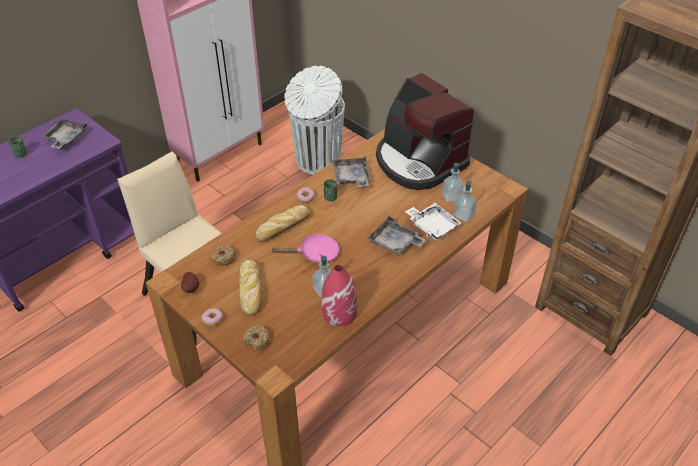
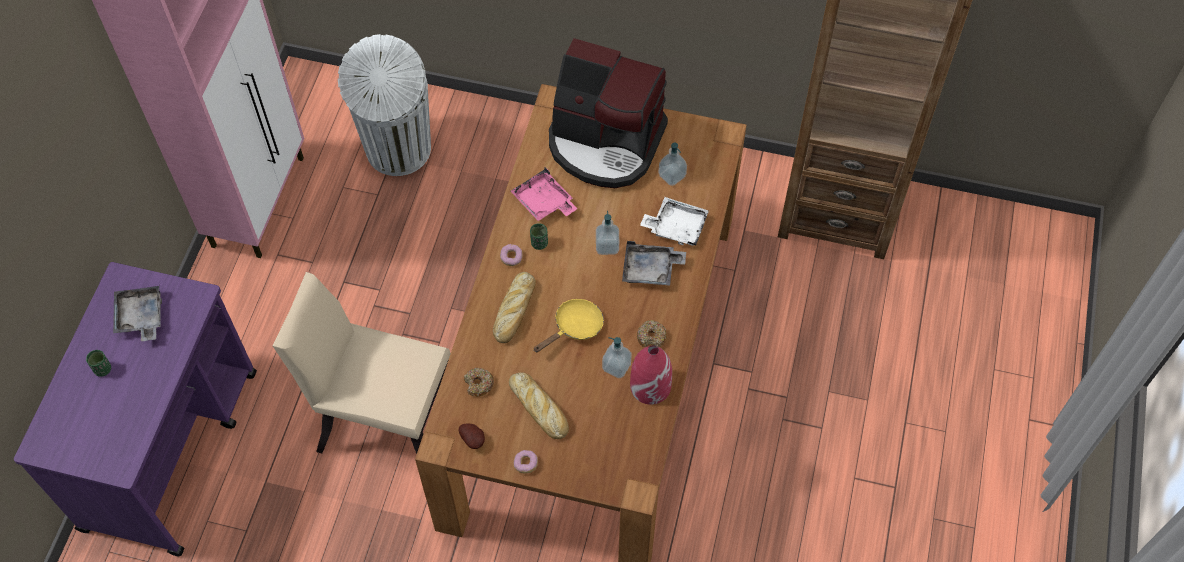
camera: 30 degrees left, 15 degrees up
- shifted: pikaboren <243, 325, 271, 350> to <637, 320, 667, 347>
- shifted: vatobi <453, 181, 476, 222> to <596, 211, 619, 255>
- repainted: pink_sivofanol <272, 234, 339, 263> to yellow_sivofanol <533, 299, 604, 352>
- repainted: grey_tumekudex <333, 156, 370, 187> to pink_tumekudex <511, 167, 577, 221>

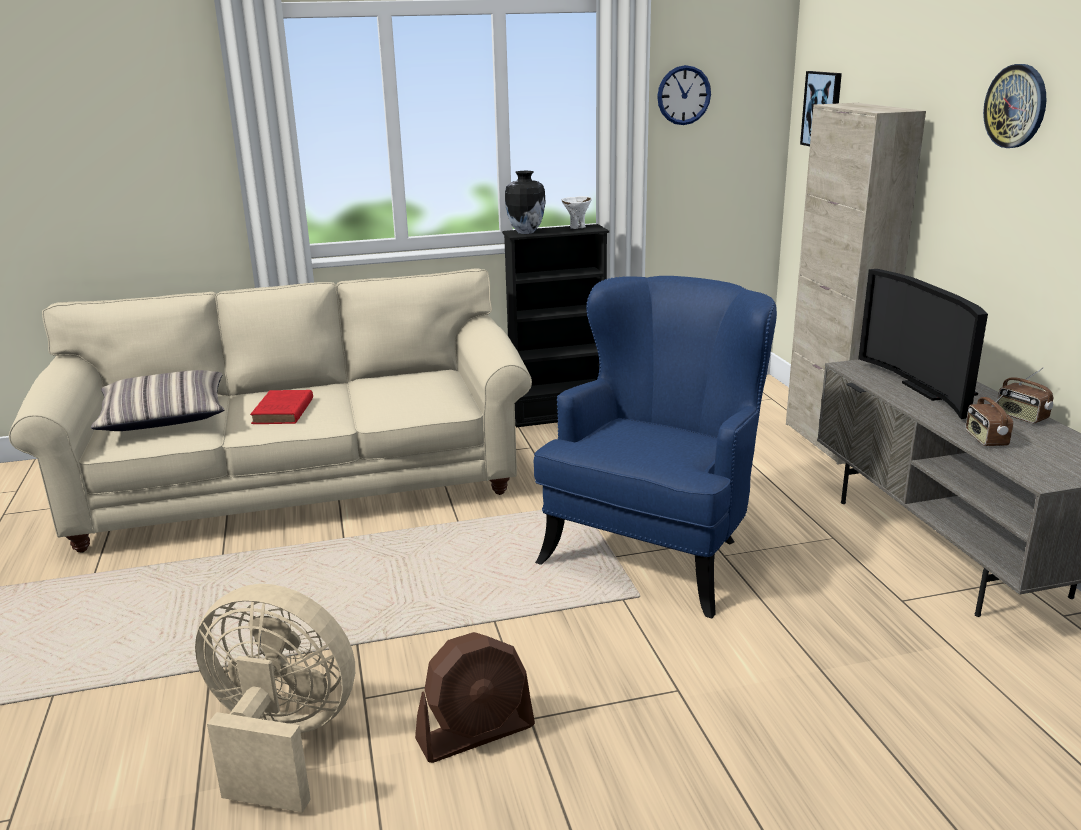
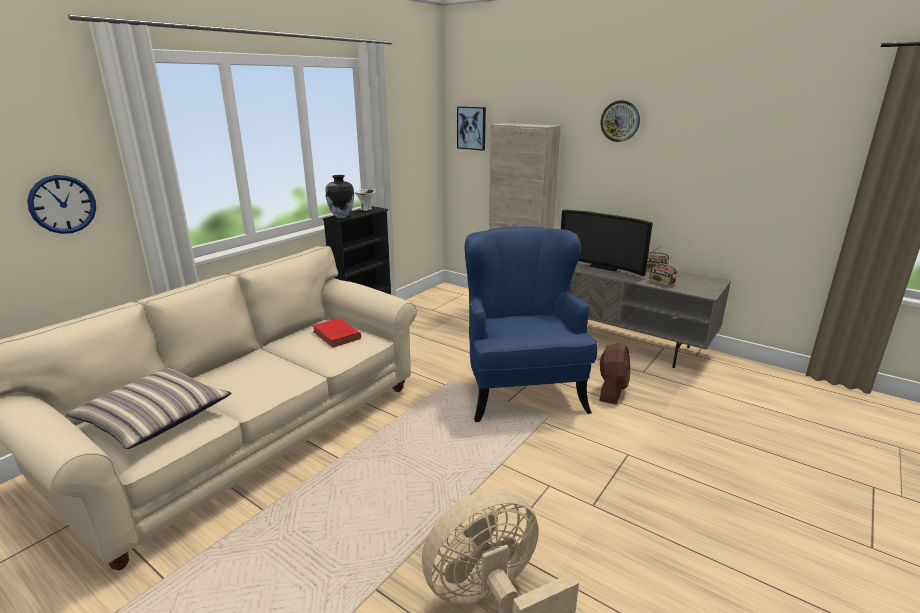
camera: 40 degrees left, 0 degrees up
- shifted: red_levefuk <250, 390, 313, 424> to <313, 318, 361, 347>
- shifted: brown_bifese <415, 632, 535, 763> to <599, 343, 630, 405>
- shifted: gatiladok <657, 65, 711, 125> to <27, 175, 96, 234>

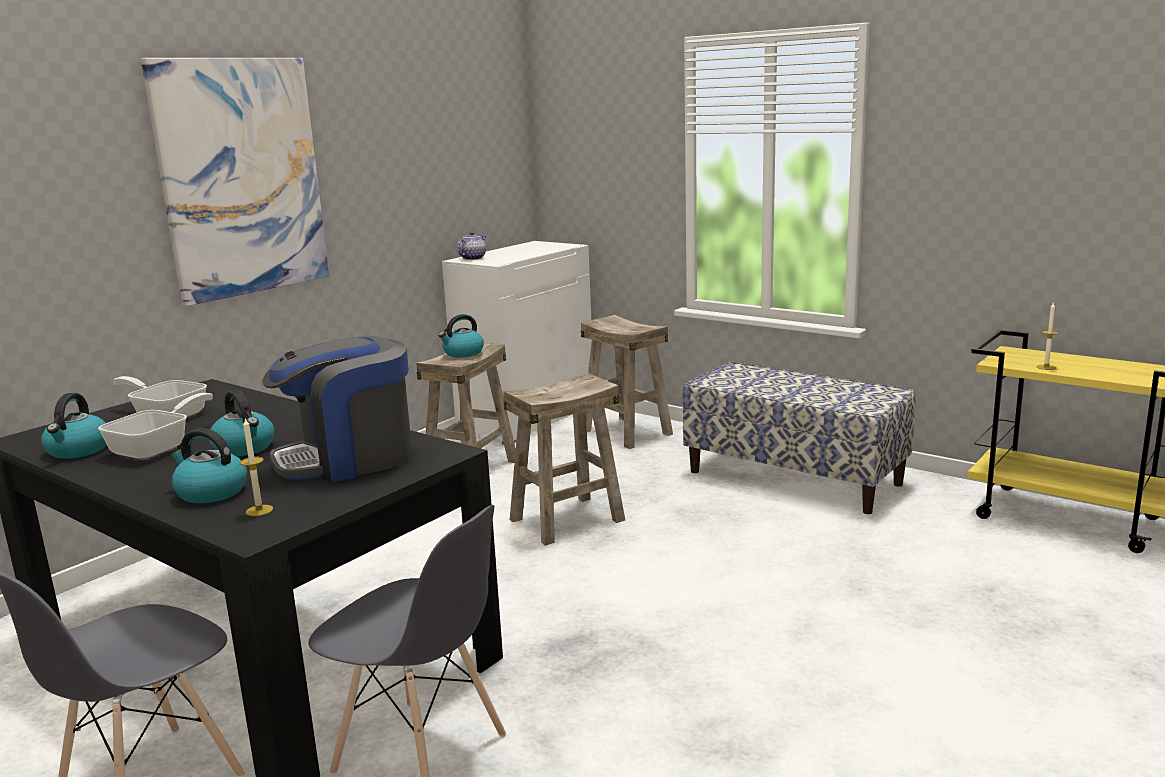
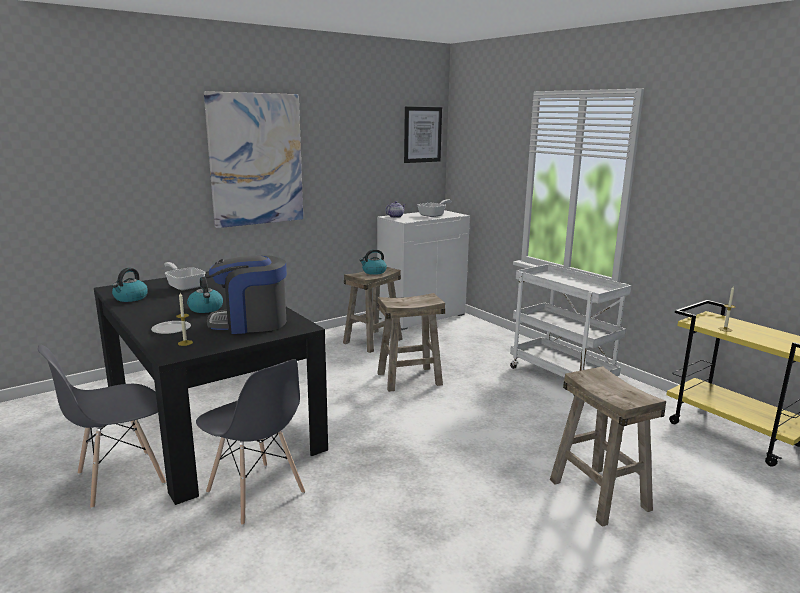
camera: 15 degrees right, 0 degrees up
- new: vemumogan <404, 107, 442, 163>
- shifted: sivofanol <98, 393, 213, 460> to <417, 199, 452, 217>
- shifted: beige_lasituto <581, 315, 673, 449> to <550, 366, 666, 527>
- swapped: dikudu <169, 428, 247, 503> to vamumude <151, 321, 191, 334>
- swapped: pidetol <682, 362, 915, 514> to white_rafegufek <510, 264, 631, 395>

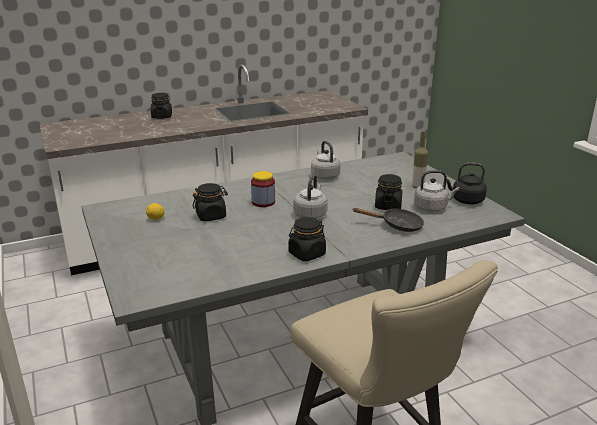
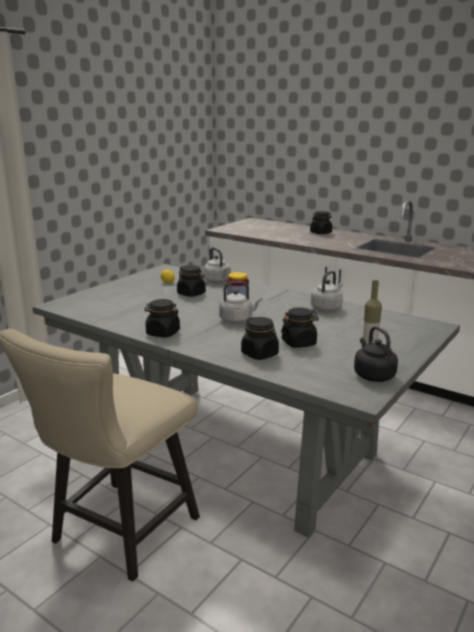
camera: 60 degrees right, 5 degrees down
- shifted: grey_dikudu <414, 170, 459, 212> to <203, 247, 231, 283>
- swapped: black_sivofanol <352, 208, 424, 232> to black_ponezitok <241, 317, 279, 360>

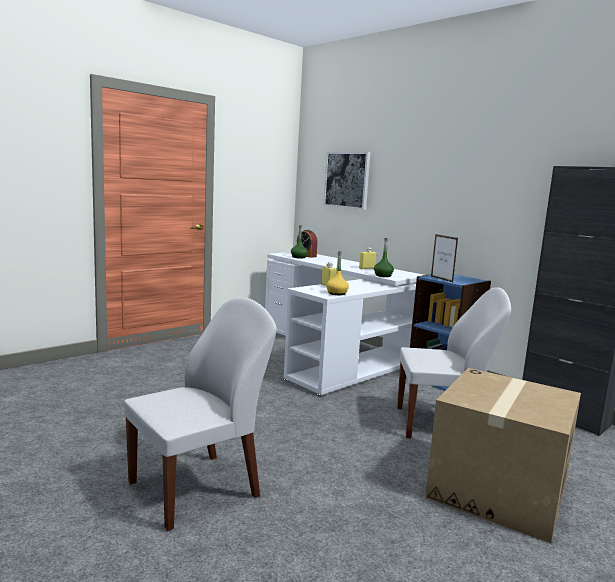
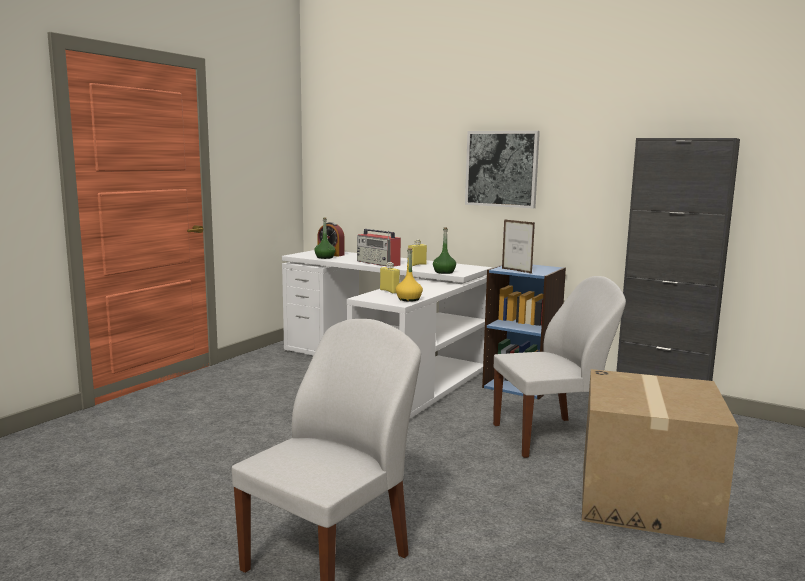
camera: 15 degrees left, 0 degrees up
- new: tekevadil <357, 229, 401, 267>
- shifted: vemumogan <323, 152, 370, 210> to <465, 131, 540, 208>

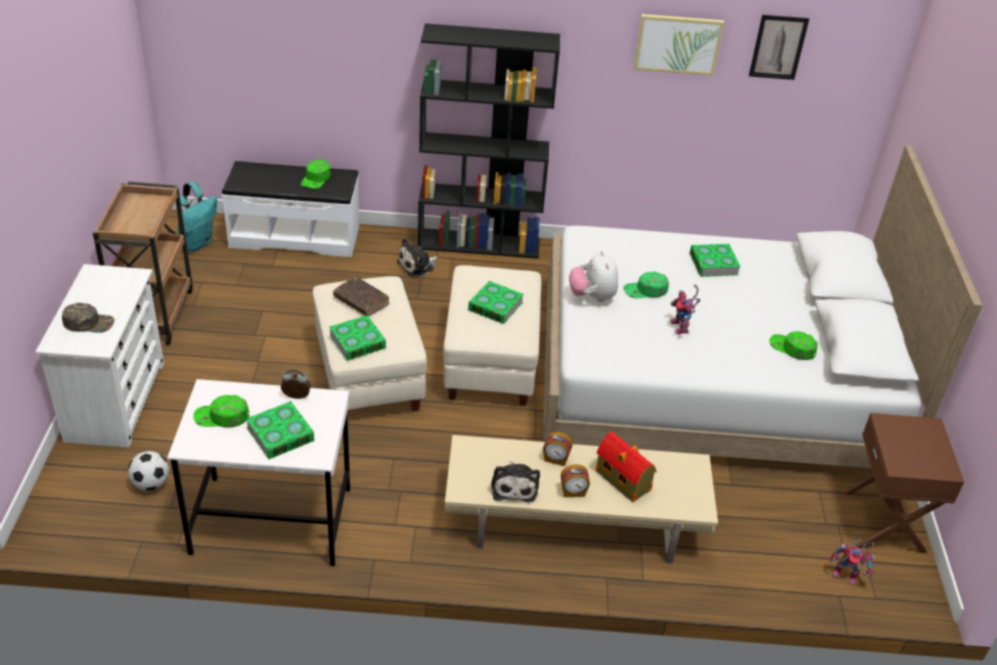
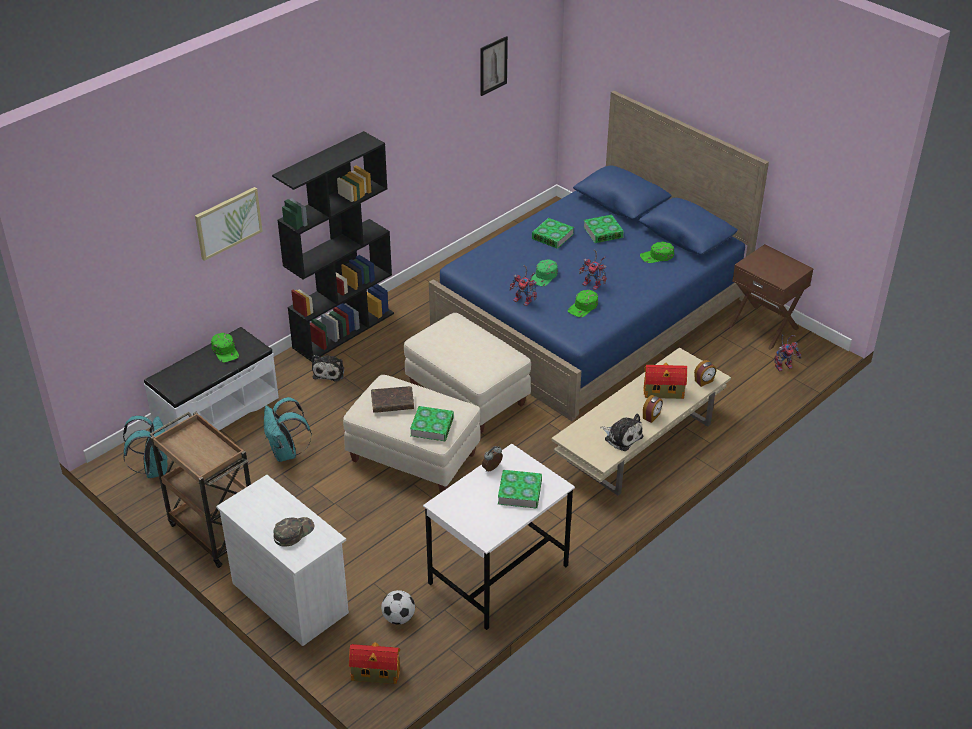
camera: 45 degrees left, 0 degrees up
- new: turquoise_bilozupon <264, 397, 312, 462>
- new: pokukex <349, 642, 400, 684>
- shifted: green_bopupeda <193, 395, 249, 427> to <568, 290, 598, 317>
- shifted: levefuk <468, 281, 524, 324> to <583, 215, 624, 243>
- shifted: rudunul <543, 432, 573, 466> to <694, 360, 717, 387>
- shifted: vemumogan <634, 14, 724, 76> to <195, 187, 263, 261>
- swapped: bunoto <569, 251, 618, 302> to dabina <509, 265, 537, 306>
- repainted: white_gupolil <543, 146, 982, 468> to blue_gupolil <429, 91, 769, 421>

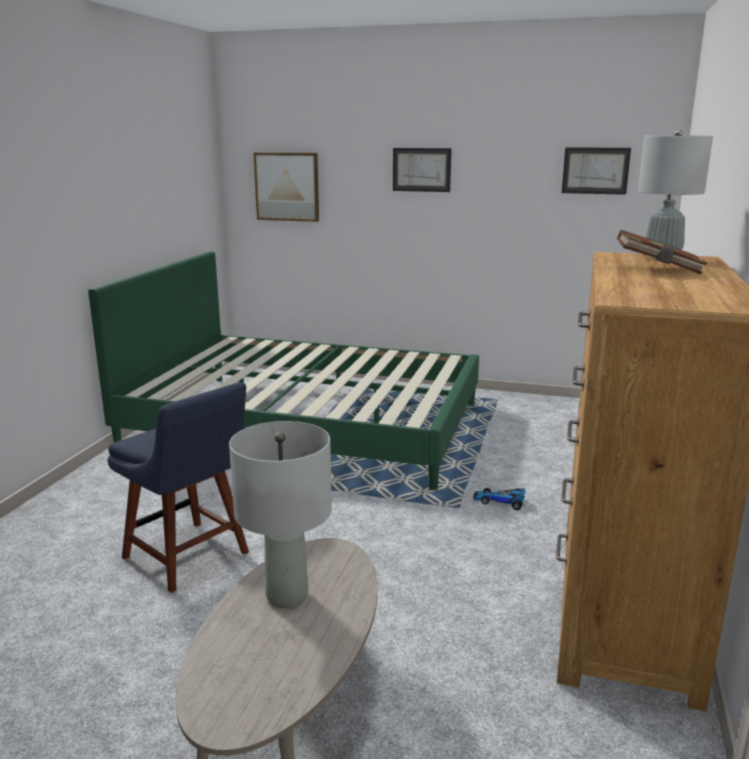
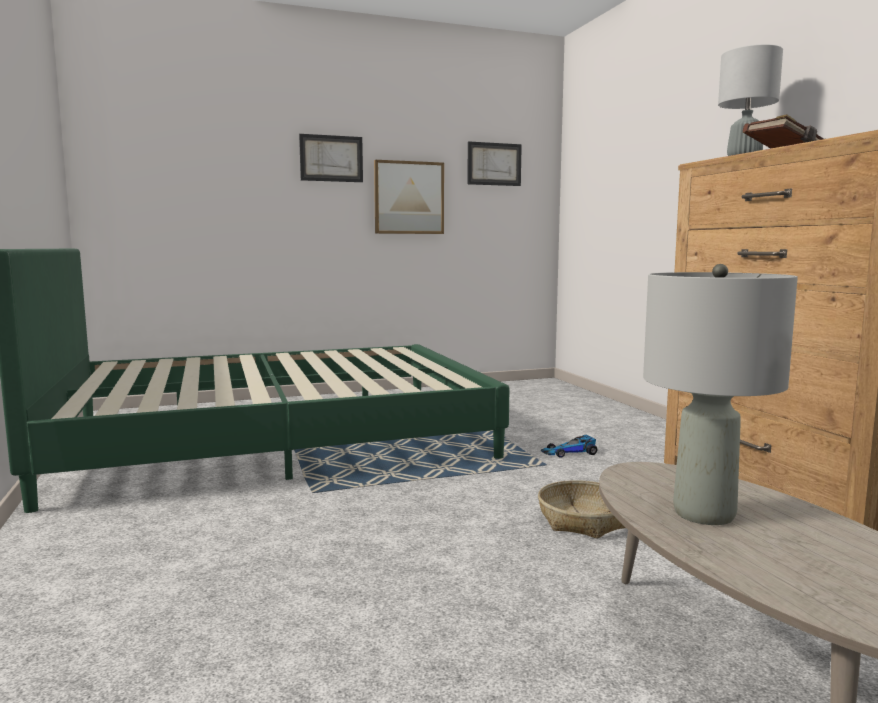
camera: 35 degrees left, 10 degrees down
- gone: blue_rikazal <108, 382, 249, 593>
- new: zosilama <538, 480, 626, 539>
- shifted: vemumogan <253, 152, 319, 222> to <374, 160, 444, 234>

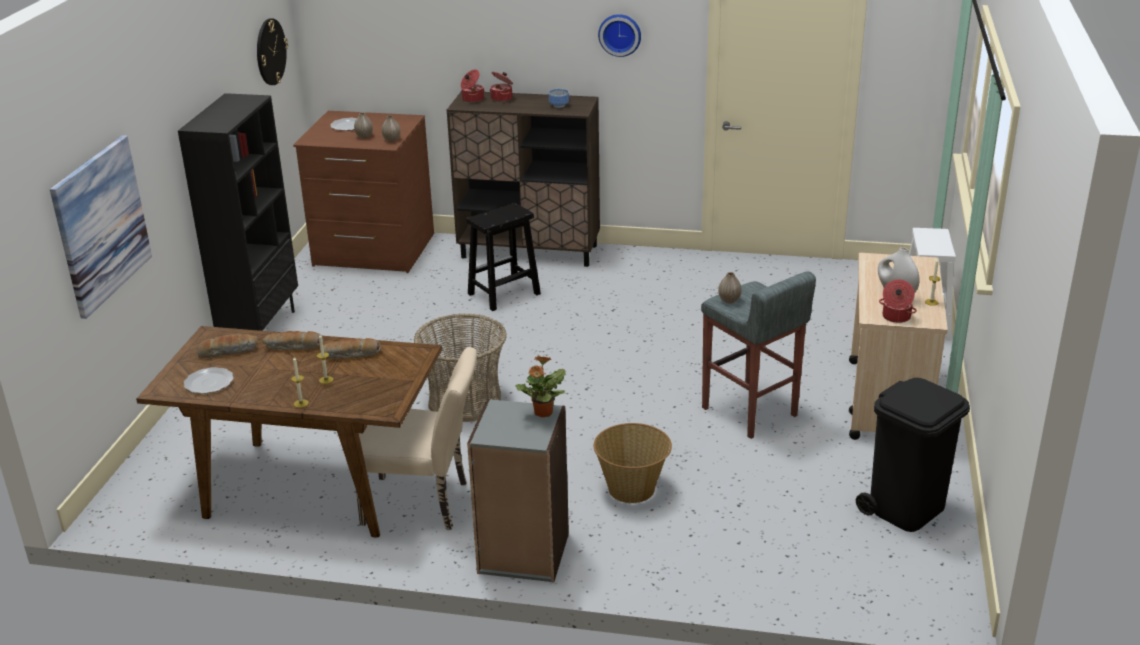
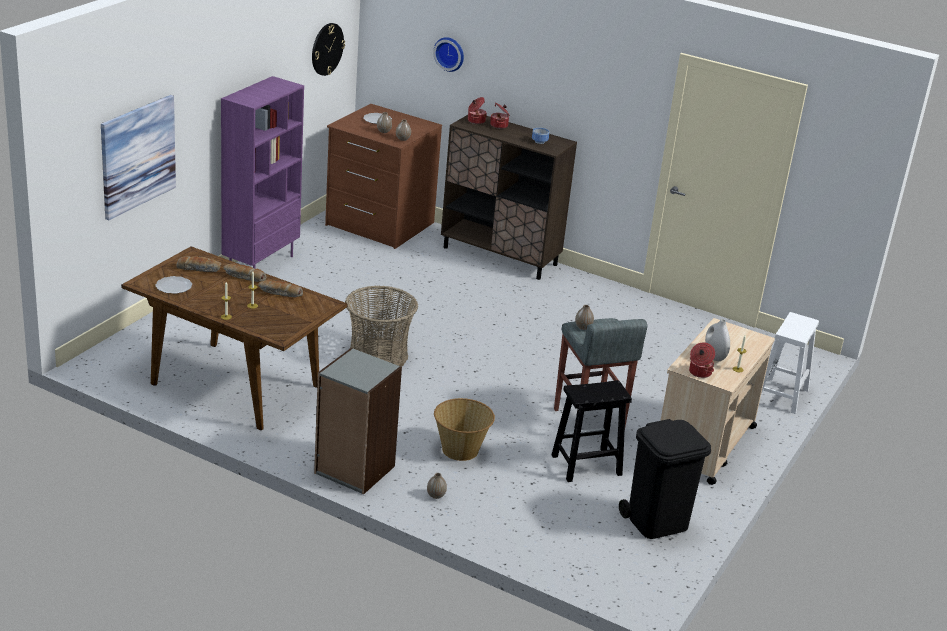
camera: 15 degrees right, 0 degrees up
- gone: beige_rikazal <356, 347, 477, 530>
- gone: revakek <516, 355, 566, 417>
- new: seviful <427, 473, 447, 499>
- shifted: black_lasituto <466, 203, 541, 311> to <552, 380, 632, 482>
- shifted: gatiladok <598, 14, 641, 57> to <433, 37, 464, 72>
- repainted: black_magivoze <178, 93, 298, 331> to purple_magivoze <221, 76, 304, 268>

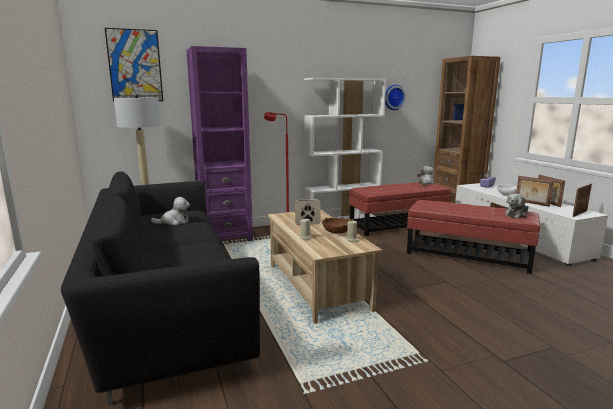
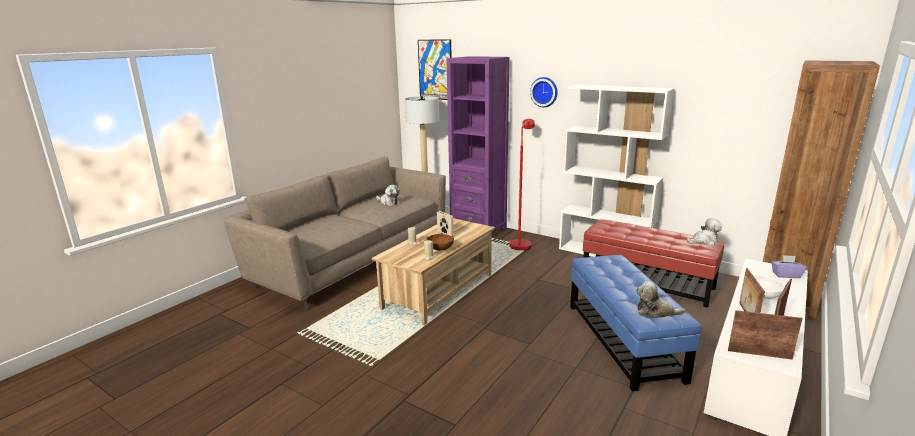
camera: 55 degrees right, 5 degrees up
- shifted: gatiladok <385, 85, 406, 110> to <530, 77, 558, 107>
- repainted: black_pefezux <61, 171, 260, 405> to beige_pefezux <224, 156, 446, 310>
- repainted: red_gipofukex <407, 200, 540, 274> to blue_gipofukex <570, 255, 702, 391>

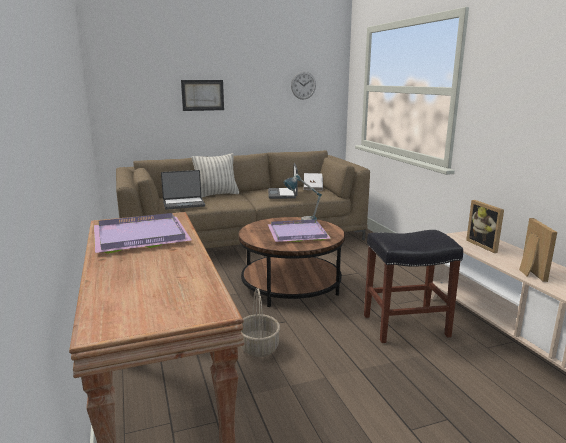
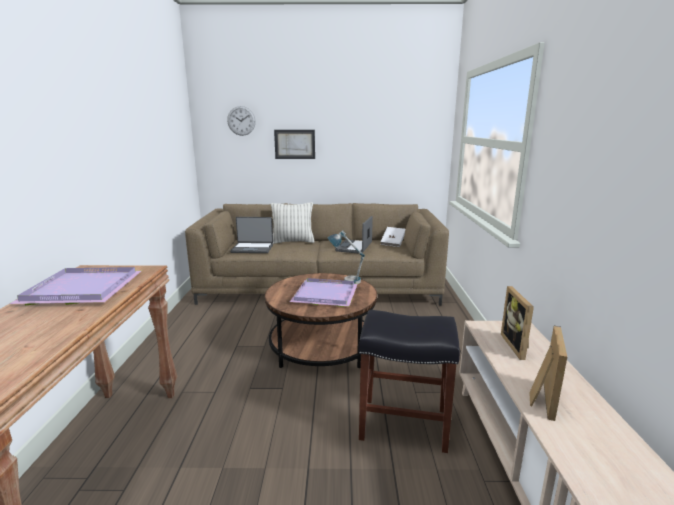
camera: 20 degrees right, 0 degrees up
- gone: zosilama <241, 288, 280, 357>
- shifted: gatiladok <291, 72, 316, 100> to <227, 106, 256, 136>

